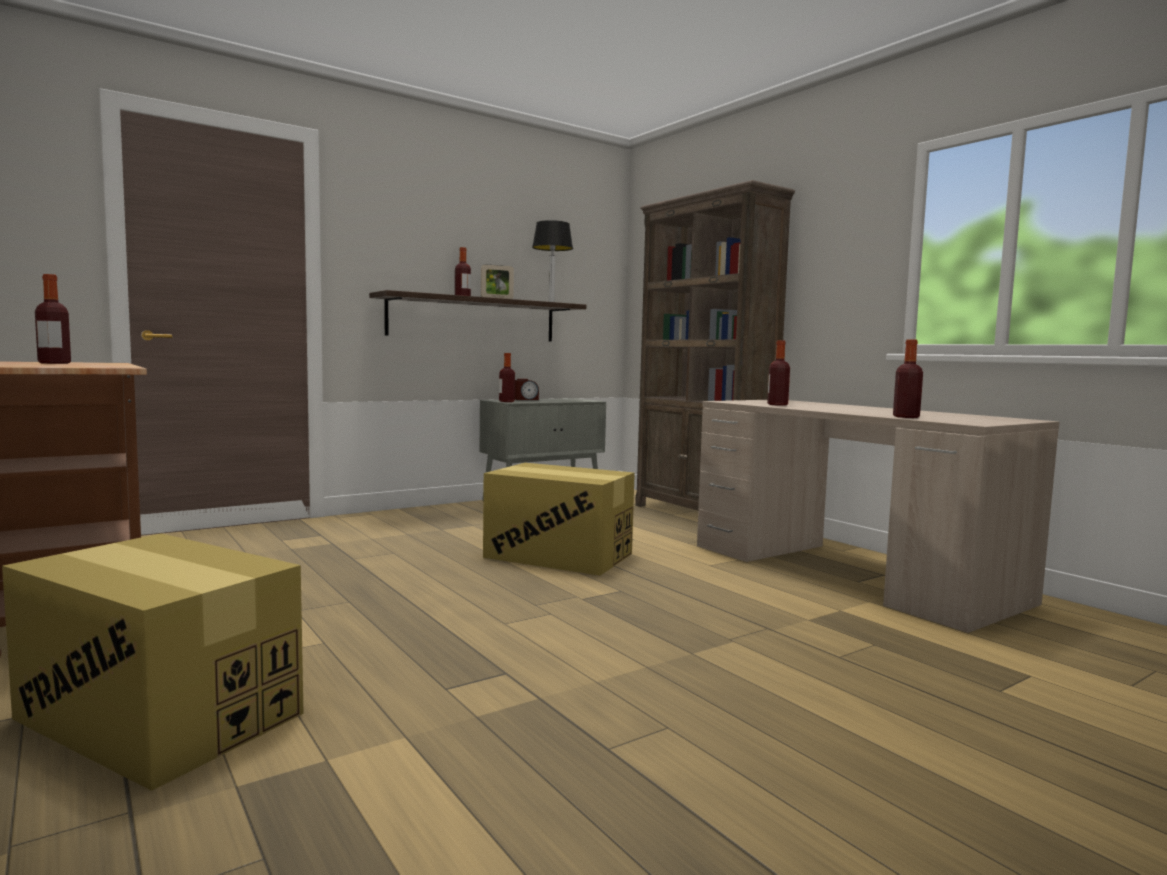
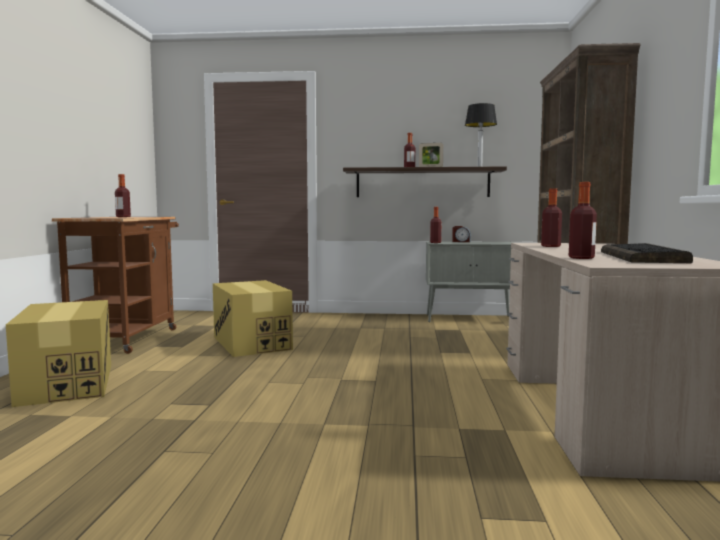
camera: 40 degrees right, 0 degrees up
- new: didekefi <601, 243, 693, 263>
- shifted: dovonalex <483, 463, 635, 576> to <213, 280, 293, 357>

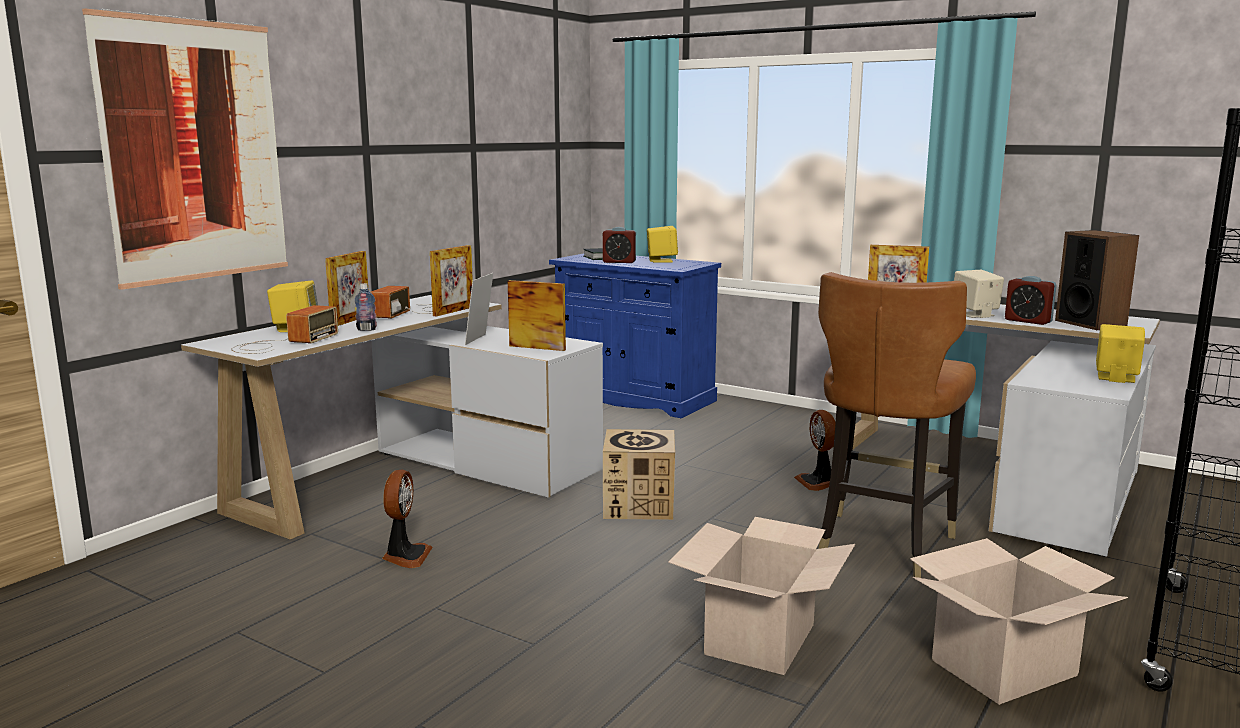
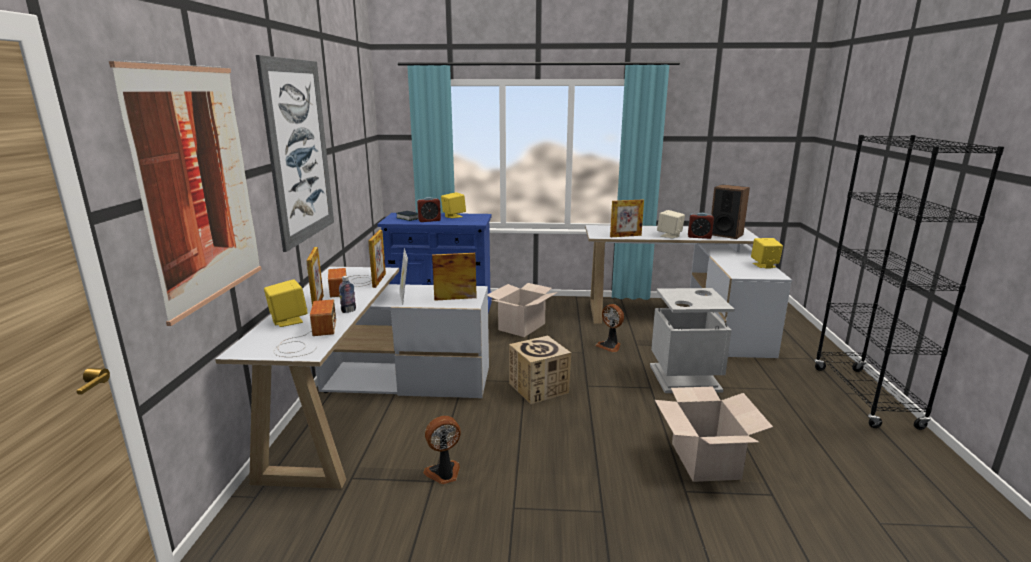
camera: 30 degrees left, 5 degrees up
- new: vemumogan <256, 55, 334, 252>
- shifted: dovonalex <910, 538, 1128, 705> to <488, 283, 558, 337>
- swapped: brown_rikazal <818, 272, 976, 578> to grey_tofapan <650, 288, 734, 393>
- rotated: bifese <382, 470, 433, 568> = <423, 416, 461, 484> 90 degrees counterclockwise

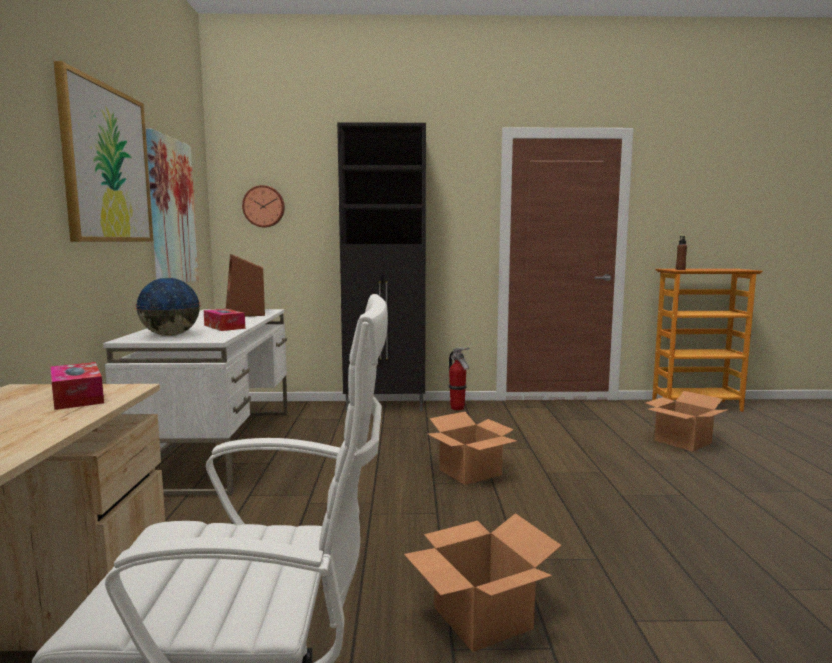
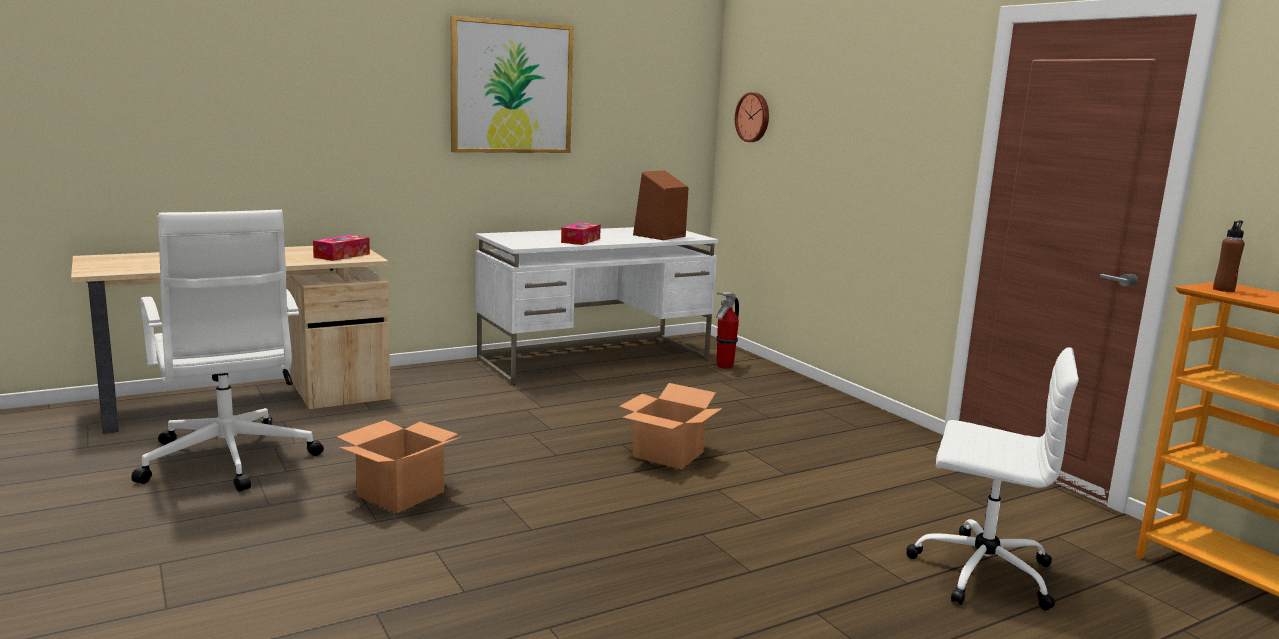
camera: 60 degrees right, 5 degrees up
- gone: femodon <135, 278, 201, 336>
- gone: vemumogan <146, 128, 199, 283>
- gone: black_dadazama <337, 122, 426, 412>
- shifted: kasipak <449, 347, 470, 410> to <716, 292, 739, 369>
- swapped: dovonalex <646, 391, 727, 452> to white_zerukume <906, 347, 1079, 611>

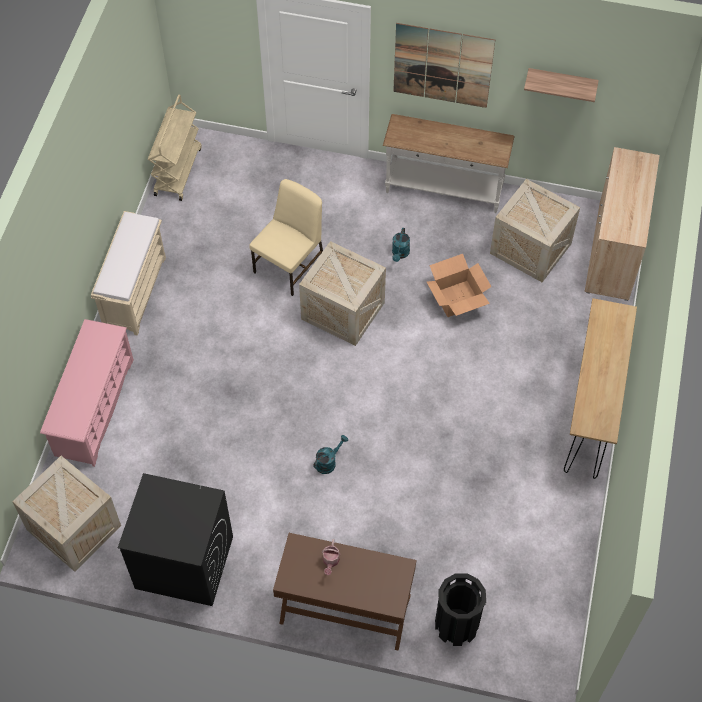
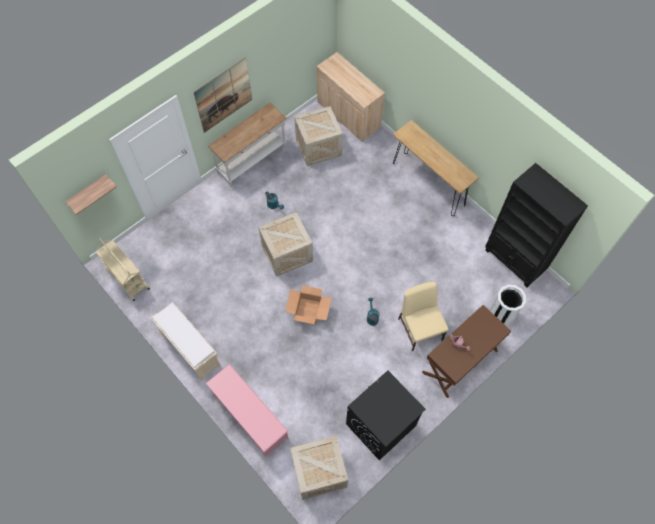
camera: 55 degrees left, 5 degrees up
- new: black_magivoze <485, 163, 588, 287>
- shifted: beige_rikazal <249, 179, 323, 296> to <398, 282, 448, 351>
- shifted: dovonalex <427, 254, 492, 317> to <285, 285, 332, 324>
- shifted: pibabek <524, 68, 599, 102> to <65, 174, 117, 215>
- repainted: black_tofapan <435, 574, 486, 646> to white_tofapan <490, 285, 526, 327>

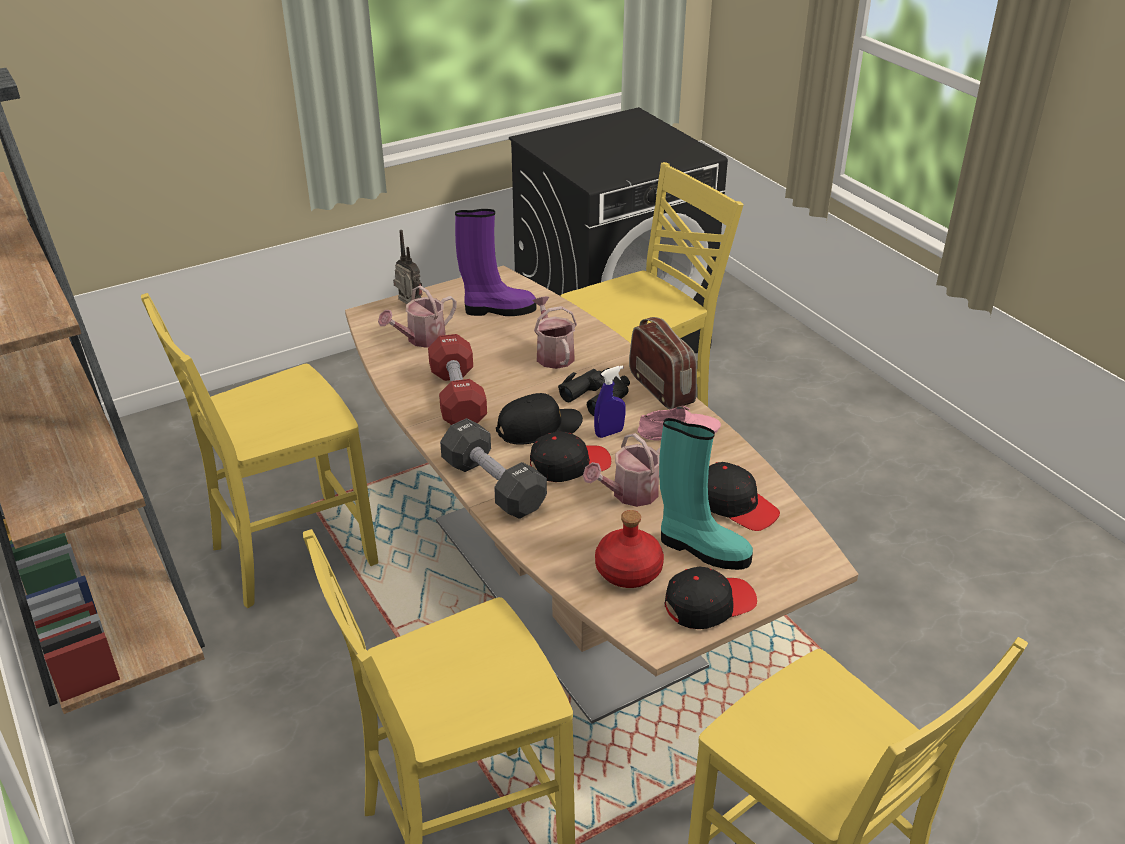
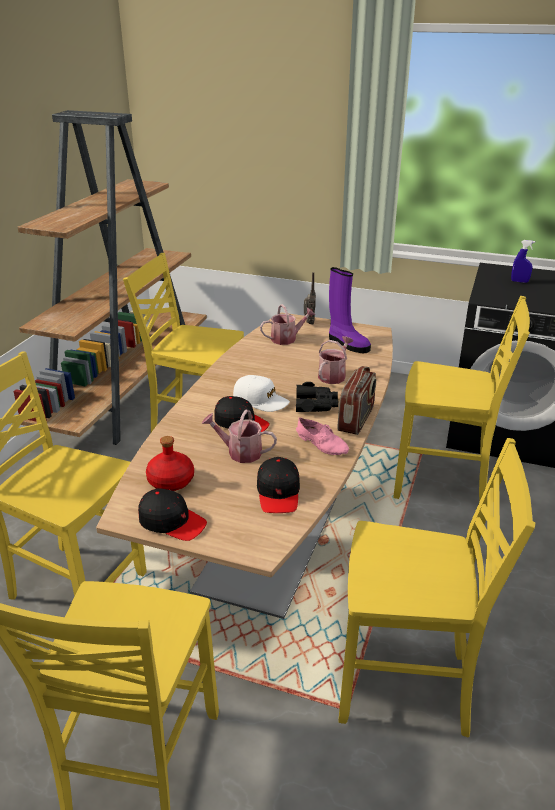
camera: 50 degrees right, 5 degrees down
- gone: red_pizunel <428, 334, 487, 425>
- gone: black_pizunel <440, 418, 547, 519>
- gone: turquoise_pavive <659, 418, 753, 570>
- new: yellow_rikazal <338, 438, 535, 738>
- shifted: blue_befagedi <594, 365, 626, 438> to <511, 240, 535, 283>
- repainted: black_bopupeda <496, 393, 583, 445> to white_bopupeda <233, 375, 290, 412>
- rotated: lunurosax <378, 285, 457, 348> = <260, 304, 315, 345> 150 degrees clockwise

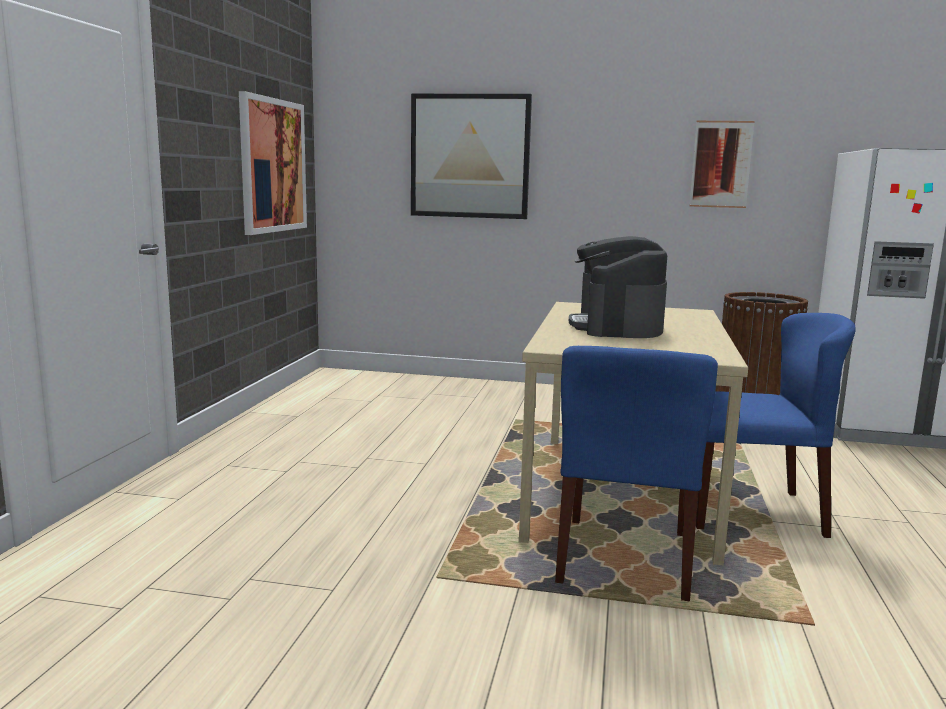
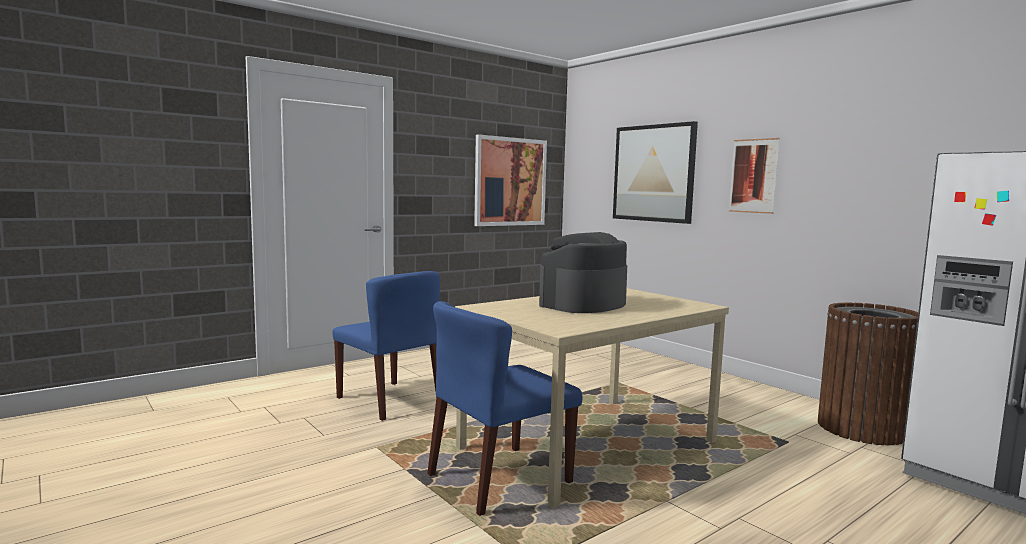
camera: 40 degrees right, 5 degrees down
- shifted: vemumogan <689, 121, 755, 208> to <729, 138, 780, 214>
- shifted: blue_rikazal <696, 313, 856, 538> to <332, 271, 440, 421>

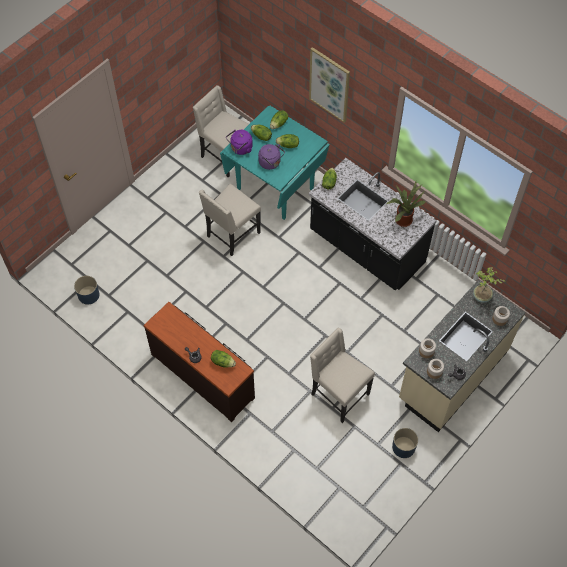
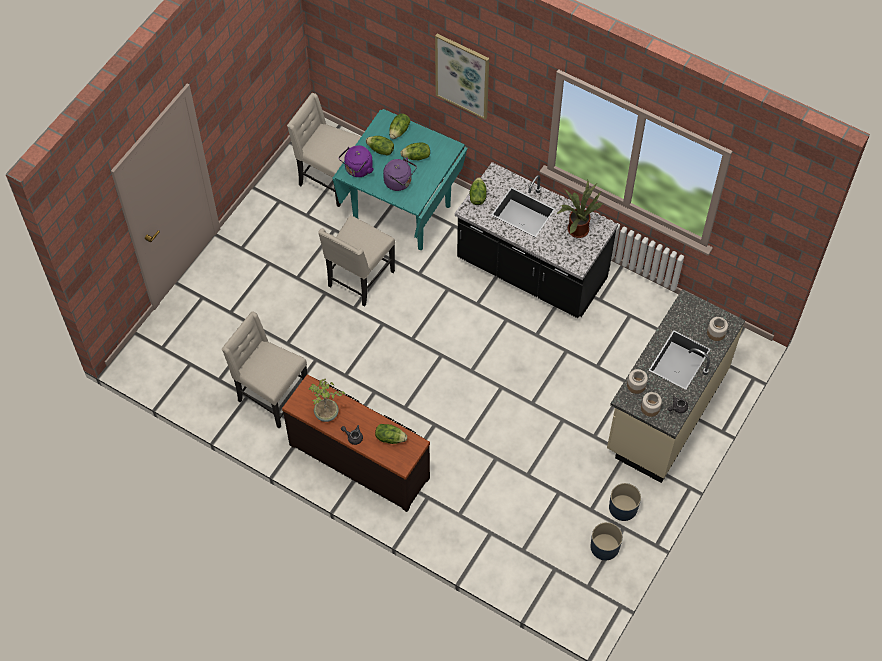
camera: 10 degrees left, 0 degrees up
- shifted: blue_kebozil <74, 276, 99, 305> to <590, 522, 623, 560>
- shifted: beige_rikazal <310, 328, 375, 423> to <222, 312, 307, 429>
- shifted: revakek <473, 267, 506, 303> to <309, 379, 345, 422>

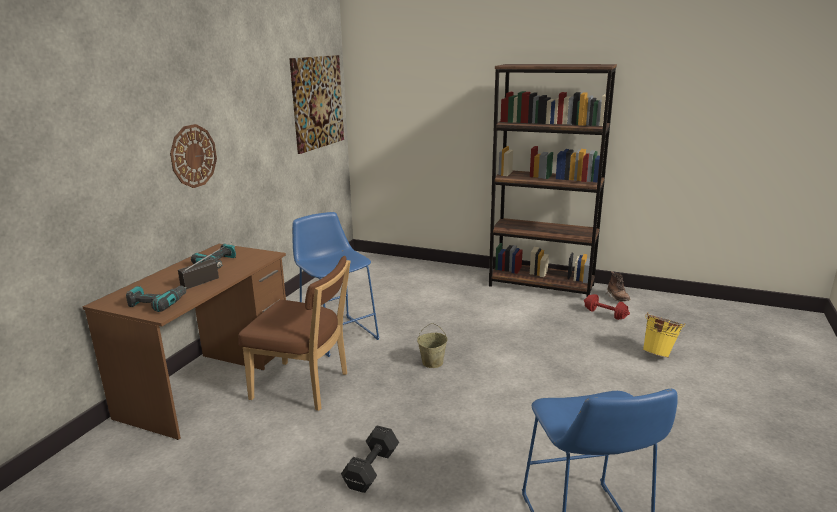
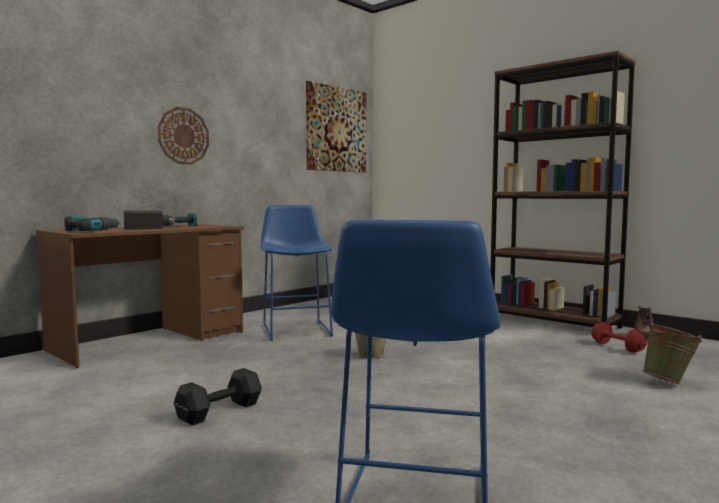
camera: 20 degrees right, 15 degrees down
- gone: brown_rikazal <239, 256, 350, 411>
- repainted: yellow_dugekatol <643, 312, 685, 358> to green_dugekatol <643, 324, 702, 384>

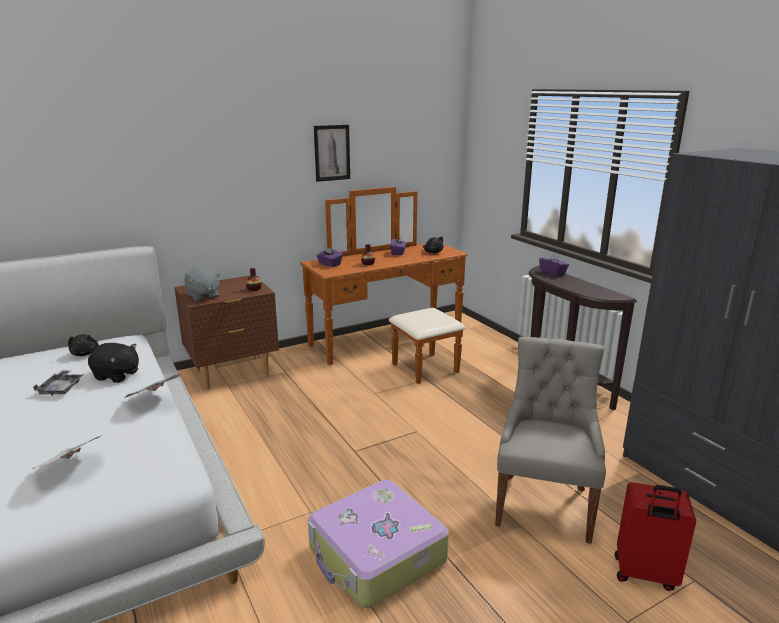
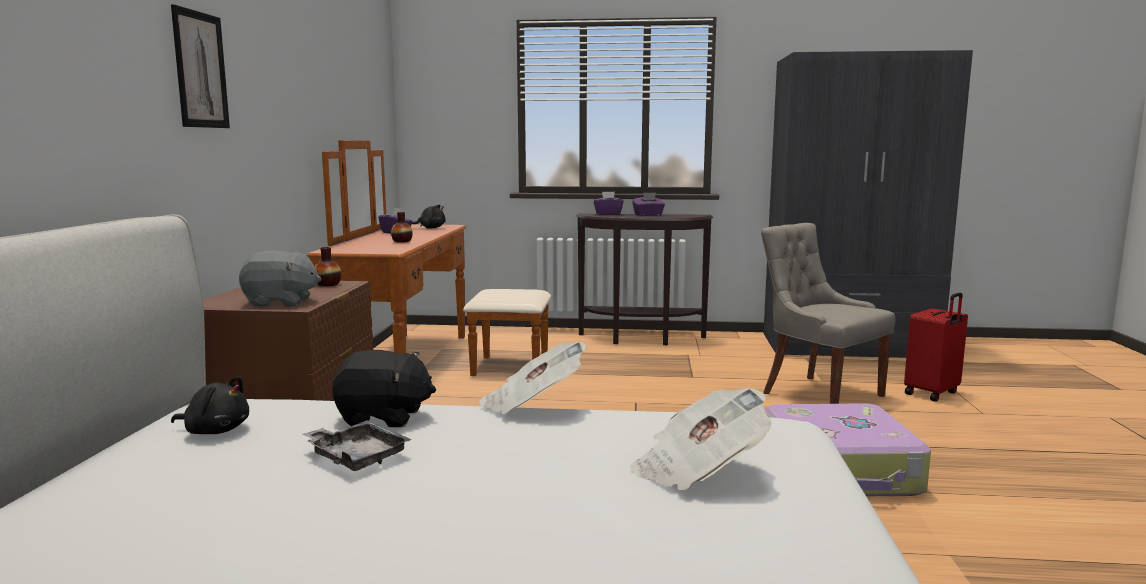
camera: 55 degrees left, 10 degrees down
- shifted: vemumogan <314, 125, 350, 182> to <171, 4, 230, 128>
- shifted: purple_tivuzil <317, 247, 342, 267> to <632, 193, 665, 216>
- rotated: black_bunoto <88, 343, 139, 383> = <332, 350, 436, 427> 45 degrees clockwise

